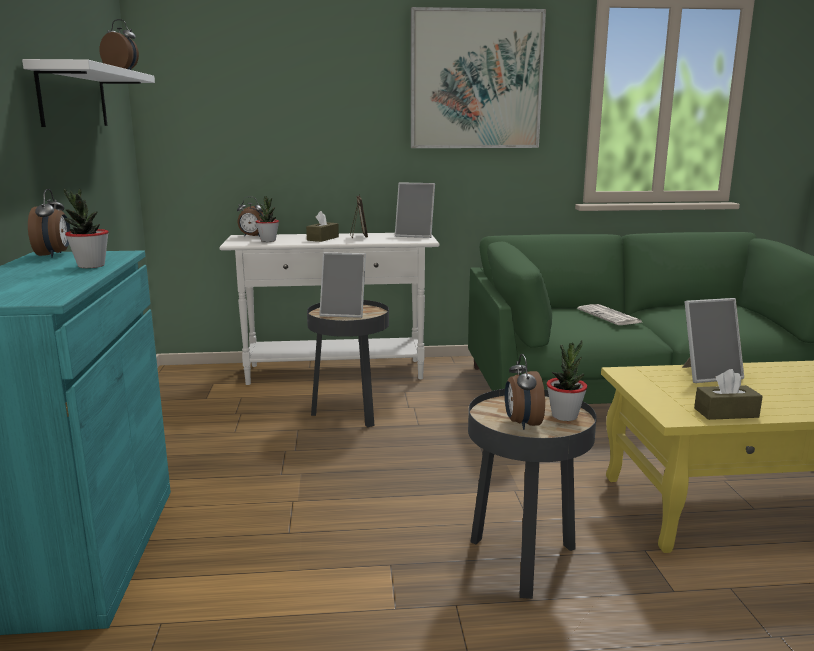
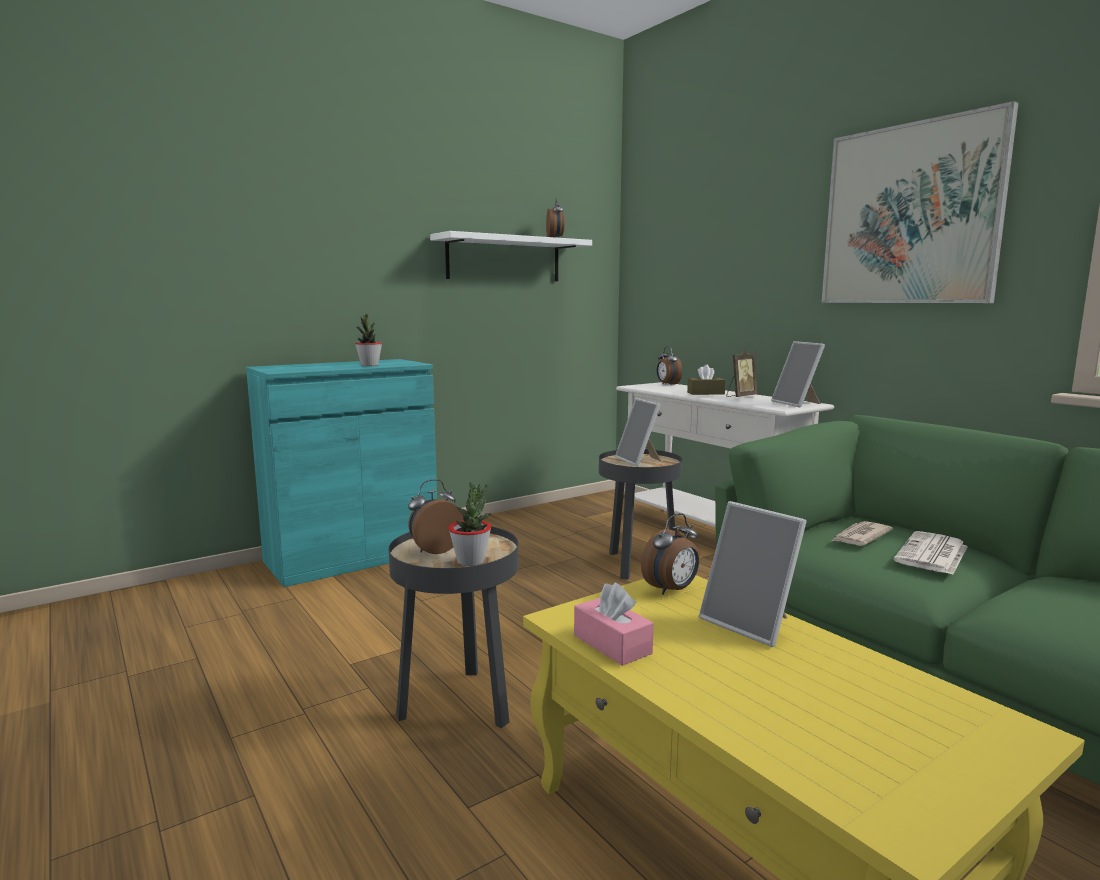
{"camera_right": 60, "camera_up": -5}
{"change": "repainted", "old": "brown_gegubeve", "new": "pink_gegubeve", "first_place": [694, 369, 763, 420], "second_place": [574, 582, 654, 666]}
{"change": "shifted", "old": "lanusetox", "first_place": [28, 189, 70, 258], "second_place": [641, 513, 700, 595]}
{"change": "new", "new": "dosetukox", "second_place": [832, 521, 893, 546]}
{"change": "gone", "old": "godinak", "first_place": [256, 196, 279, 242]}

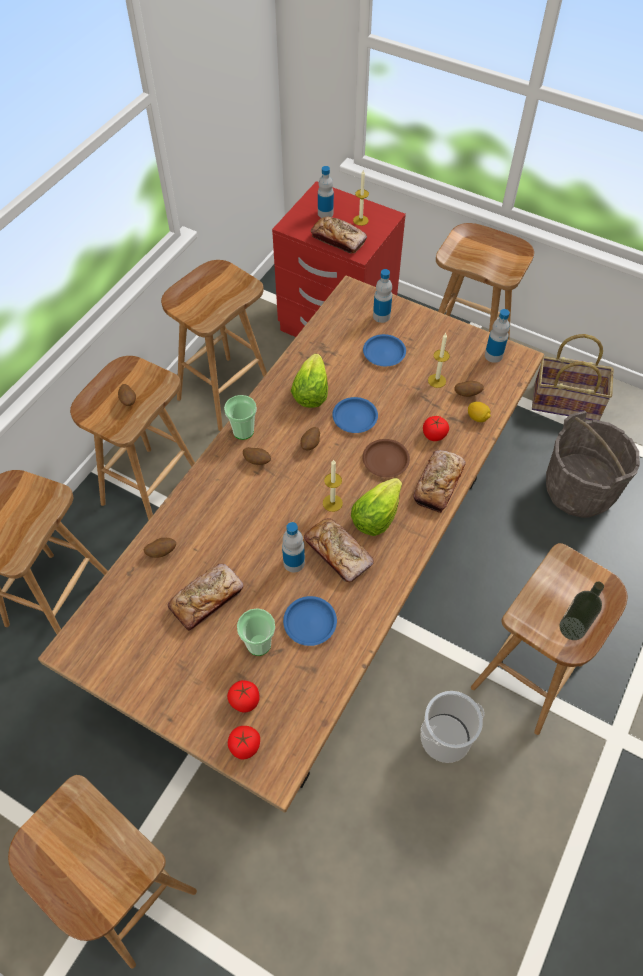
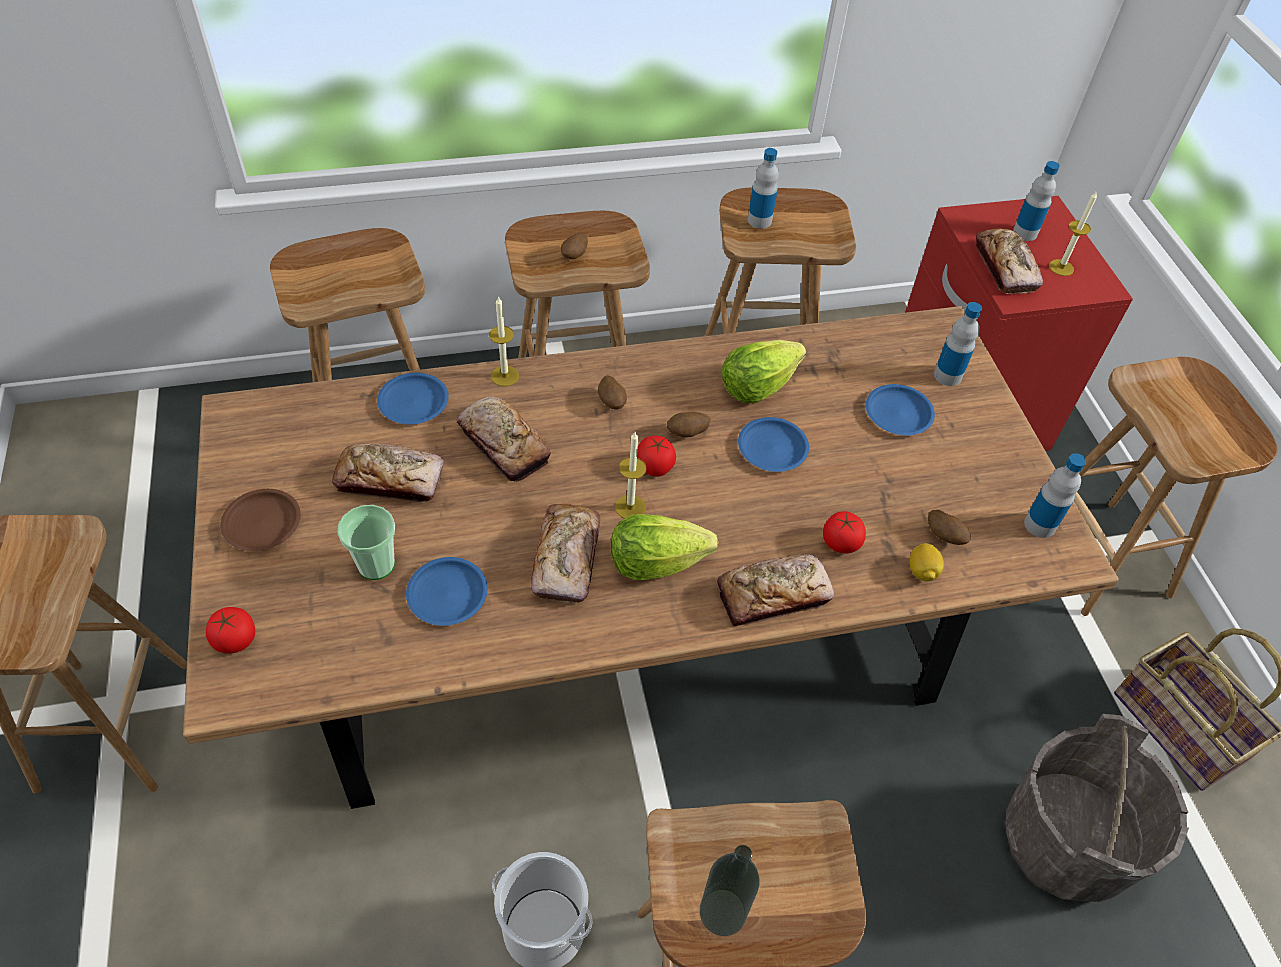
{"camera_right": 45, "camera_up": -5}
{"change": "shifted", "old": "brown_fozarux", "first_place": [362, 439, 410, 478], "second_place": [220, 489, 301, 551]}
{"change": "swapped", "old": "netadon", "new": "blue_fozarux", "first_place": [144, 538, 176, 558], "second_place": [377, 373, 449, 424]}
{"change": "new", "new": "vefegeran", "second_place": [457, 397, 551, 482]}
{"change": "shifted", "old": "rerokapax", "first_place": [428, 333, 450, 388], "second_place": [489, 296, 519, 386]}
{"change": "shifted", "old": "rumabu", "first_place": [227, 680, 260, 713], "second_place": [637, 436, 676, 477]}
{"change": "shifted", "old": "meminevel", "first_place": [282, 522, 305, 573], "second_place": [748, 148, 779, 228]}
{"change": "gone", "old": "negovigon", "first_place": [224, 395, 257, 440]}

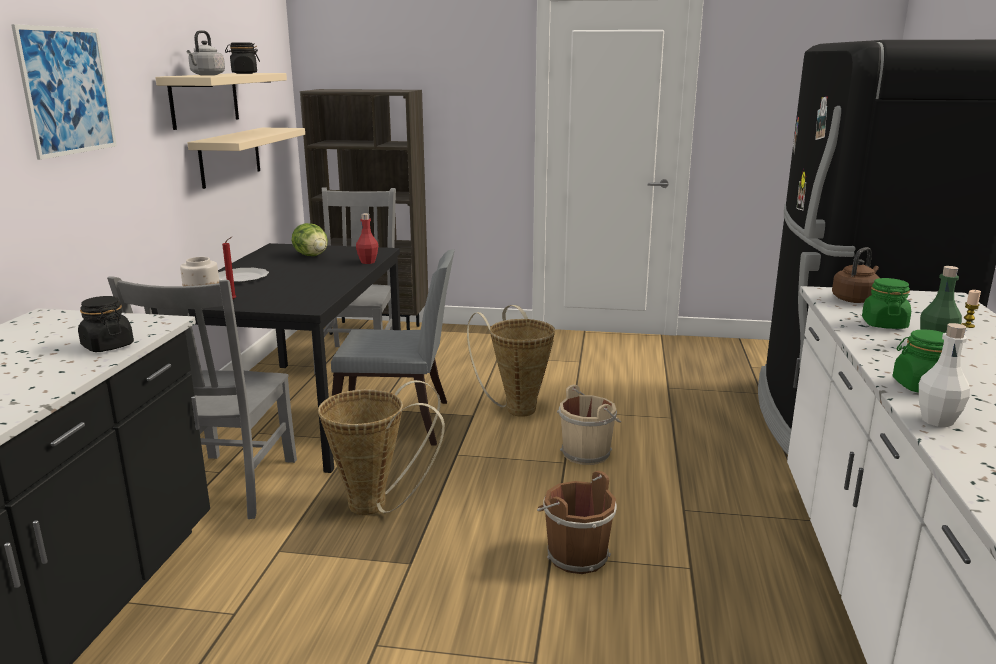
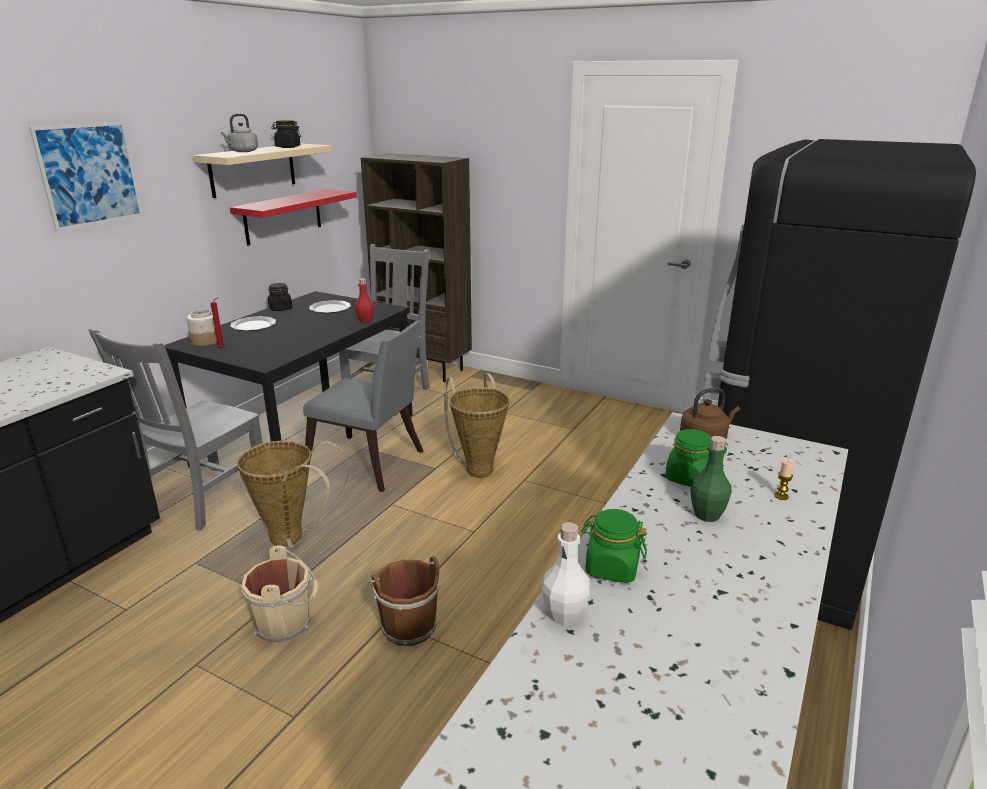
{"camera_right": 20, "camera_up": 5}
{"change": "repainted", "old": "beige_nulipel", "new": "red_nulipel", "first_place": [187, 128, 305, 189], "second_place": [230, 189, 357, 245]}
{"change": "shifted", "old": "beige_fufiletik", "first_place": [557, 385, 621, 465], "second_place": [241, 545, 318, 644]}
{"change": "shifted", "old": "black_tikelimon", "first_place": [78, 296, 134, 352], "second_place": [268, 283, 292, 311]}
{"change": "swapped", "old": "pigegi", "new": "fozarux", "first_place": [291, 223, 328, 256], "second_place": [309, 300, 351, 314]}

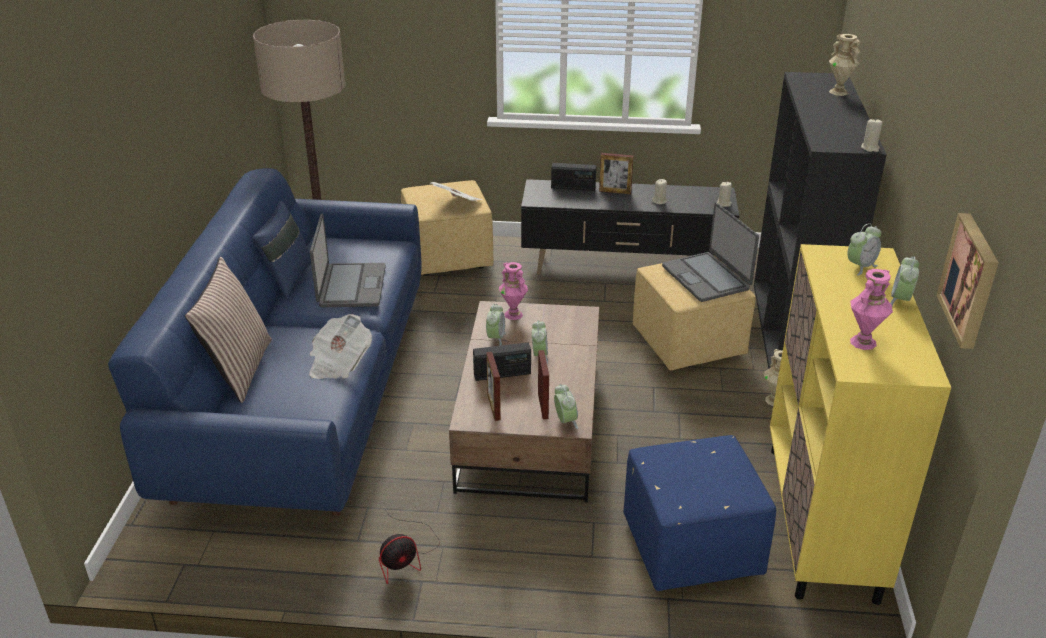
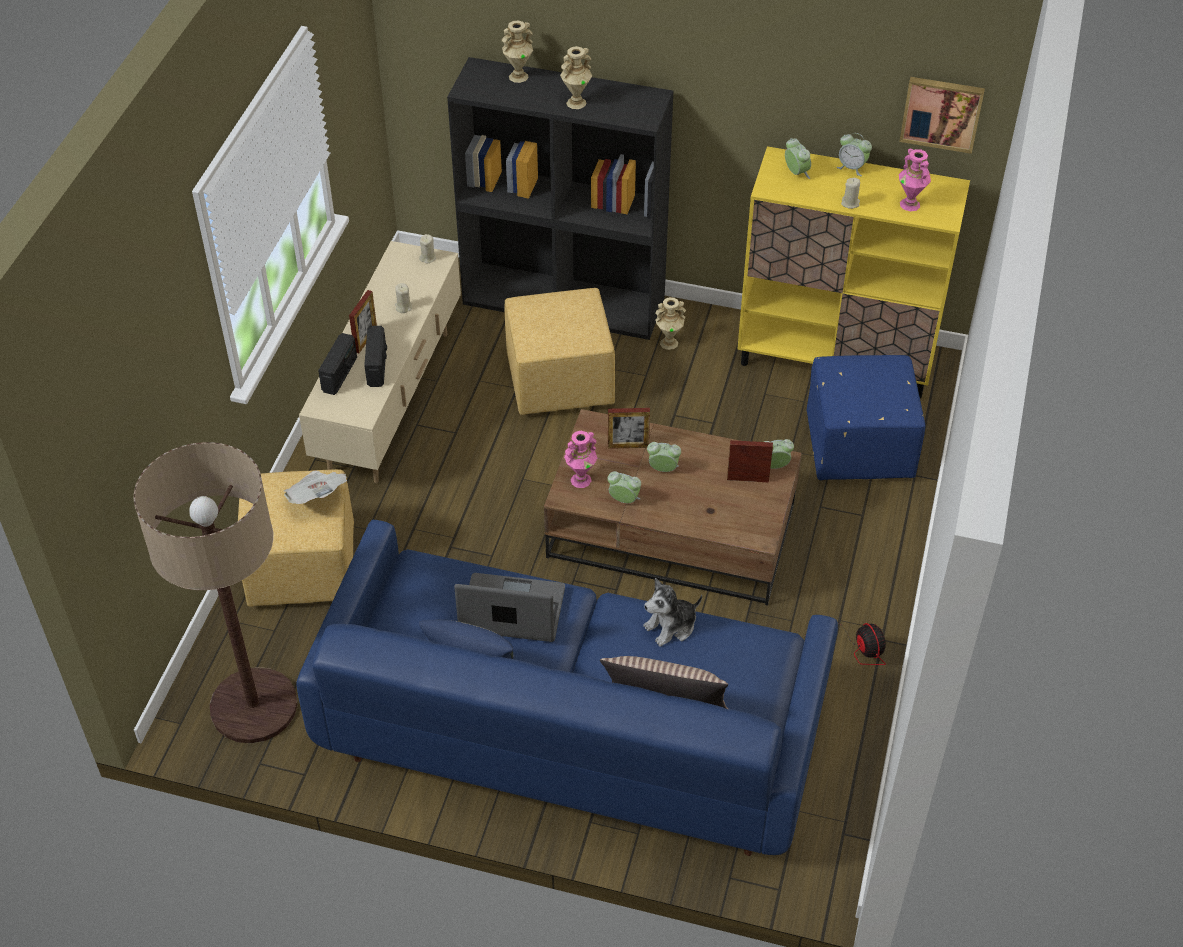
{"camera_right": -80, "camera_up": 15}
{"change": "repainted", "old": "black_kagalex", "new": "beige_kagalex", "first_place": [521, 179, 739, 275], "second_place": [299, 241, 461, 483]}
{"change": "shifted", "old": "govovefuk", "first_place": [473, 343, 531, 381], "second_place": [364, 326, 387, 387]}
{"change": "new", "new": "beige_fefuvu", "second_place": [560, 46, 592, 109]}
{"change": "shifted", "old": "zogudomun", "first_place": [486, 352, 501, 421], "second_place": [608, 408, 650, 449]}
{"change": "swapped", "old": "dosetukox", "new": "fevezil", "first_place": [309, 314, 372, 379], "second_place": [643, 578, 702, 647]}
{"change": "shifted", "old": "beige_rerokapax", "first_place": [861, 119, 883, 152], "second_place": [841, 178, 860, 209]}
{"change": "gone", "old": "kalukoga", "first_place": [662, 203, 759, 302]}

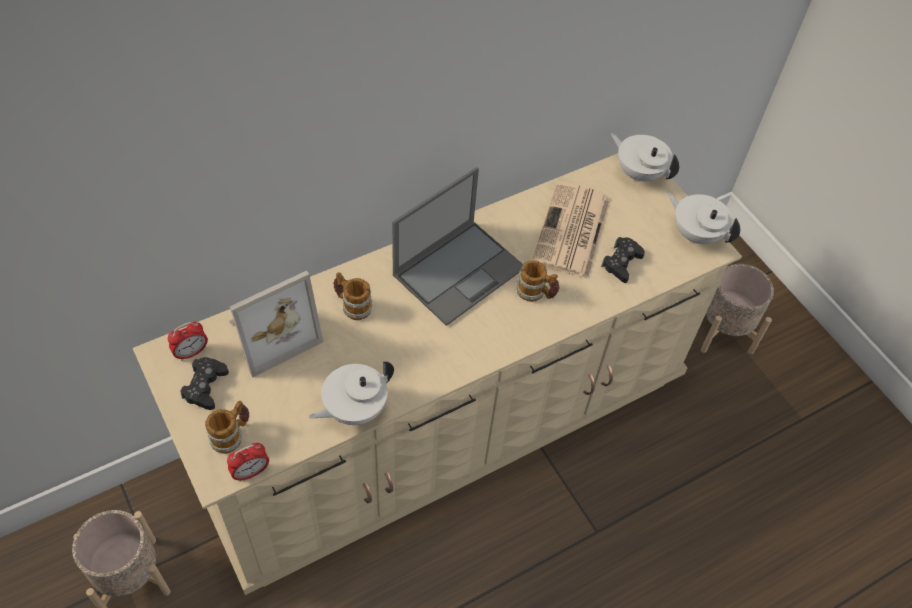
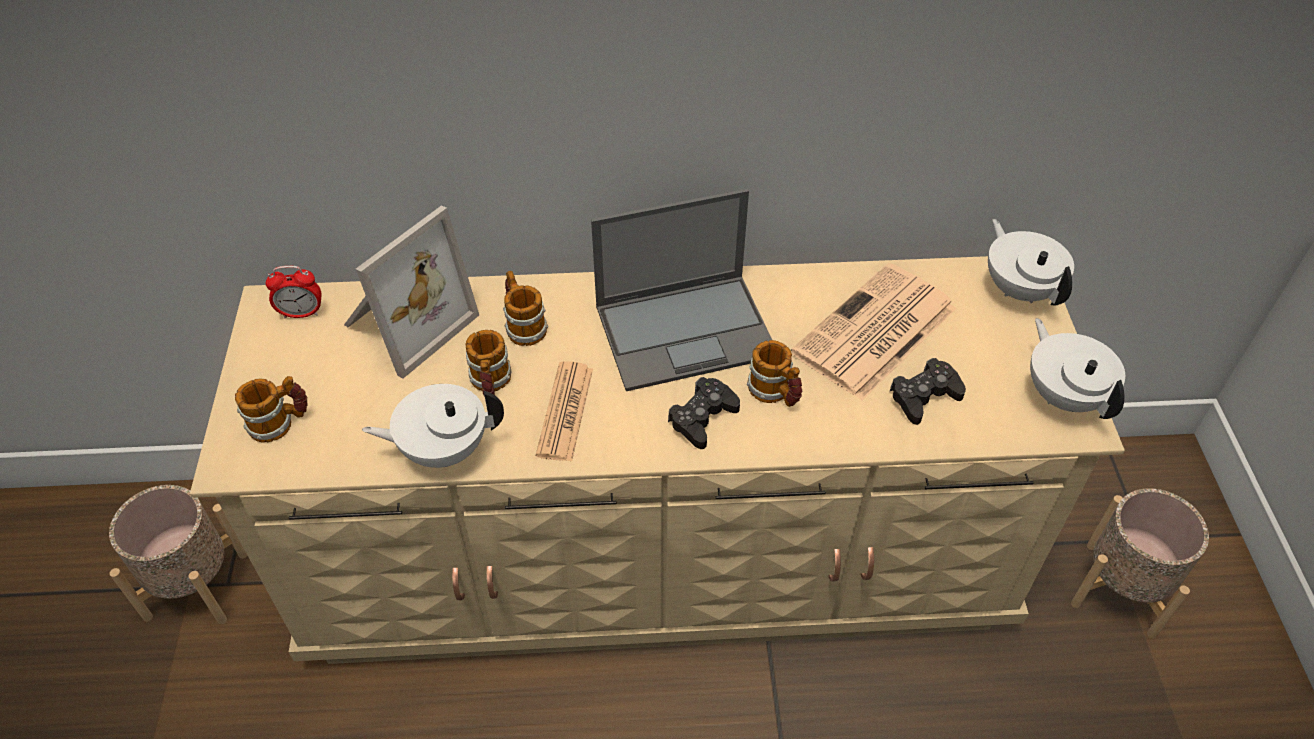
{"camera_right": 30, "camera_up": -5}
{"change": "rotated", "old": "zogudomun", "first_place": [229, 271, 323, 377], "second_place": [344, 205, 479, 379], "degrees": -45}
{"change": "new", "new": "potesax", "second_place": [466, 330, 511, 397]}
{"change": "new", "new": "dosetukox", "second_place": [536, 361, 593, 462]}
{"change": "shifted", "old": "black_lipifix", "first_place": [180, 357, 229, 410], "second_place": [668, 377, 740, 449]}
{"change": "gone", "old": "lanusetox", "first_place": [227, 443, 269, 482]}

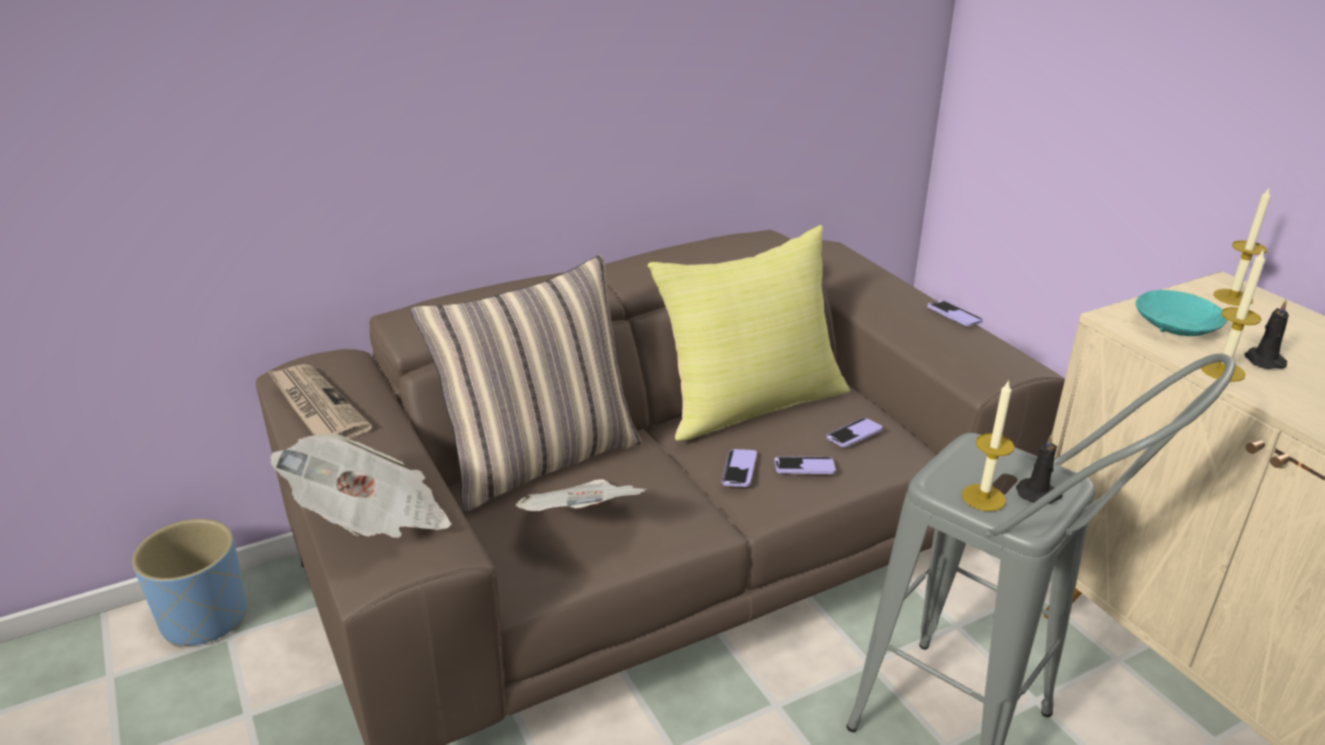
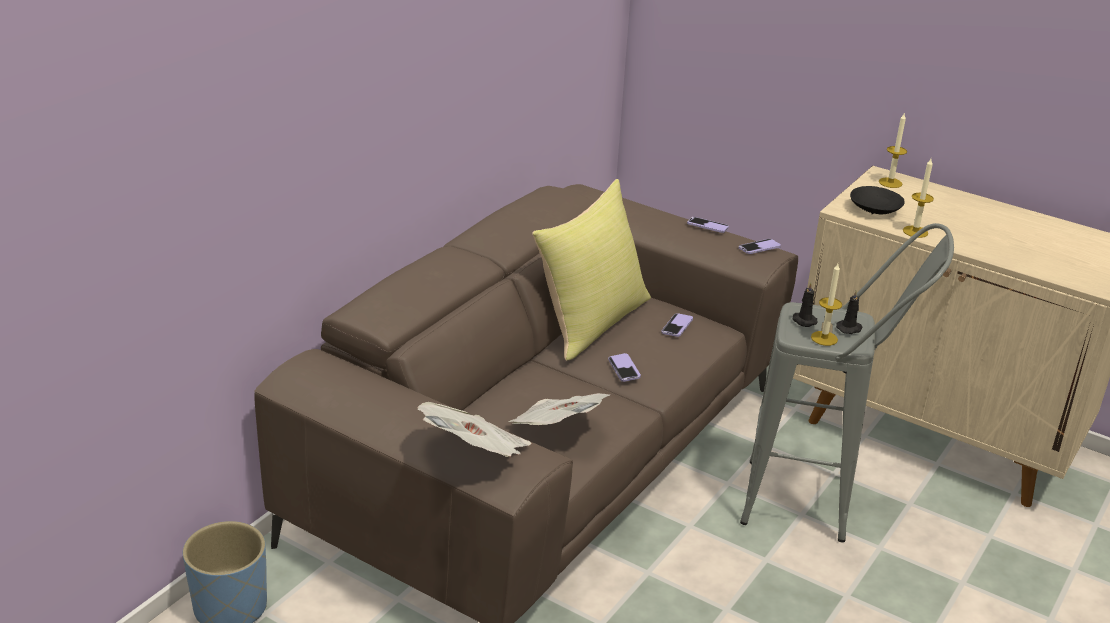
{"camera_right": -30, "camera_up": 0}
{"change": "shifted", "old": "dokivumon", "first_place": [774, 456, 836, 474], "second_place": [739, 239, 781, 254]}
{"change": "shifted", "old": "black_rerokapax", "first_place": [1244, 300, 1289, 369], "second_place": [792, 283, 818, 327]}
{"change": "repainted", "old": "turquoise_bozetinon", "new": "black_bozetinon", "first_place": [1135, 290, 1227, 336], "second_place": [850, 186, 904, 215]}
{"change": "gone", "old": "dosetukox", "first_place": [268, 364, 372, 438]}
{"change": "gone", "old": "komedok", "first_place": [411, 255, 642, 512]}

